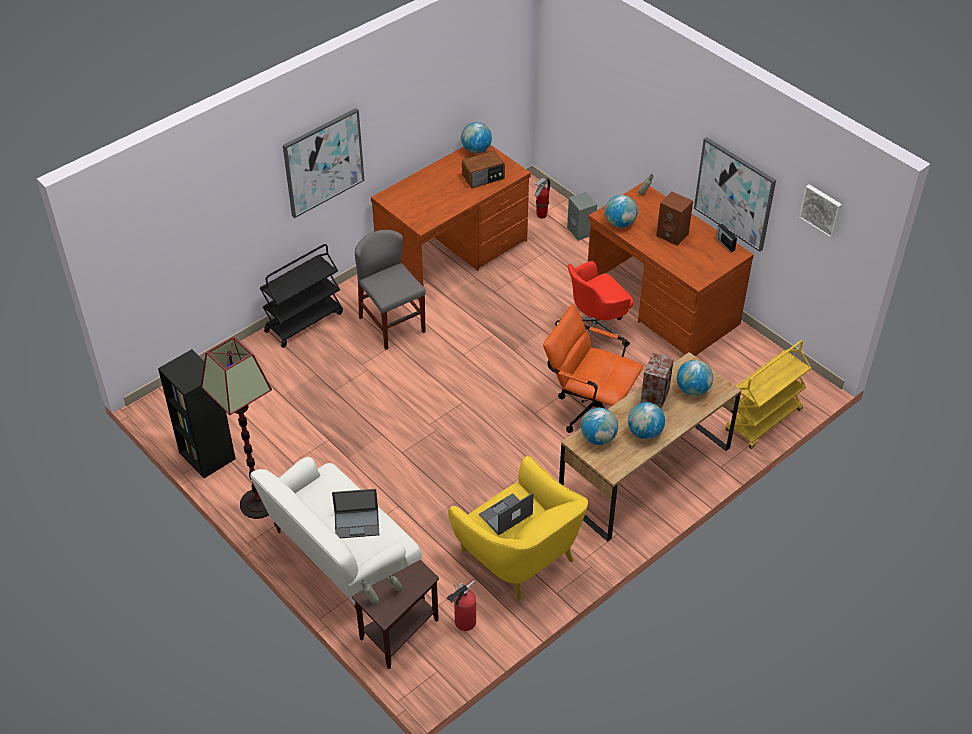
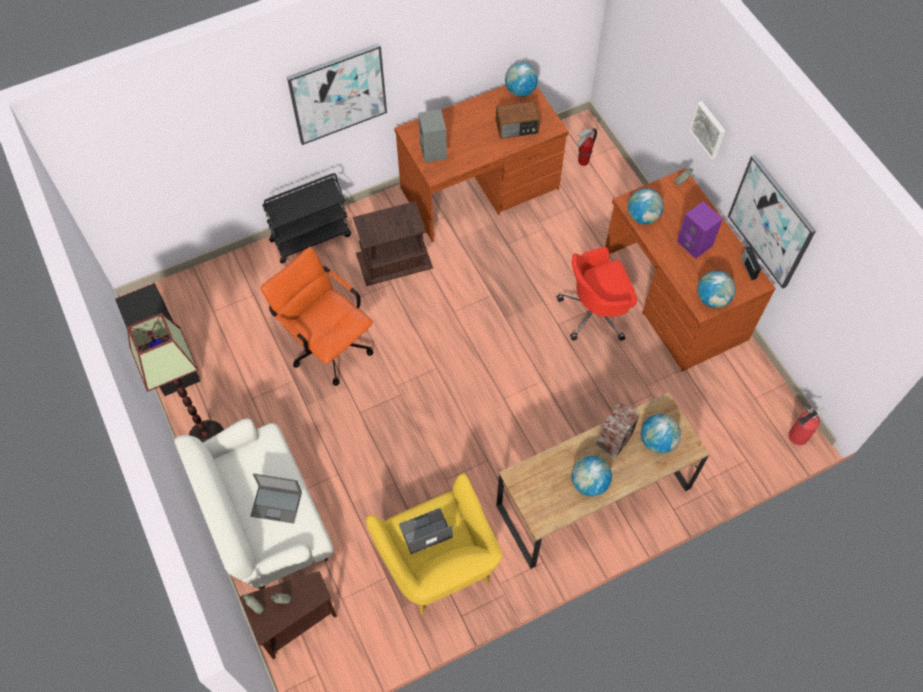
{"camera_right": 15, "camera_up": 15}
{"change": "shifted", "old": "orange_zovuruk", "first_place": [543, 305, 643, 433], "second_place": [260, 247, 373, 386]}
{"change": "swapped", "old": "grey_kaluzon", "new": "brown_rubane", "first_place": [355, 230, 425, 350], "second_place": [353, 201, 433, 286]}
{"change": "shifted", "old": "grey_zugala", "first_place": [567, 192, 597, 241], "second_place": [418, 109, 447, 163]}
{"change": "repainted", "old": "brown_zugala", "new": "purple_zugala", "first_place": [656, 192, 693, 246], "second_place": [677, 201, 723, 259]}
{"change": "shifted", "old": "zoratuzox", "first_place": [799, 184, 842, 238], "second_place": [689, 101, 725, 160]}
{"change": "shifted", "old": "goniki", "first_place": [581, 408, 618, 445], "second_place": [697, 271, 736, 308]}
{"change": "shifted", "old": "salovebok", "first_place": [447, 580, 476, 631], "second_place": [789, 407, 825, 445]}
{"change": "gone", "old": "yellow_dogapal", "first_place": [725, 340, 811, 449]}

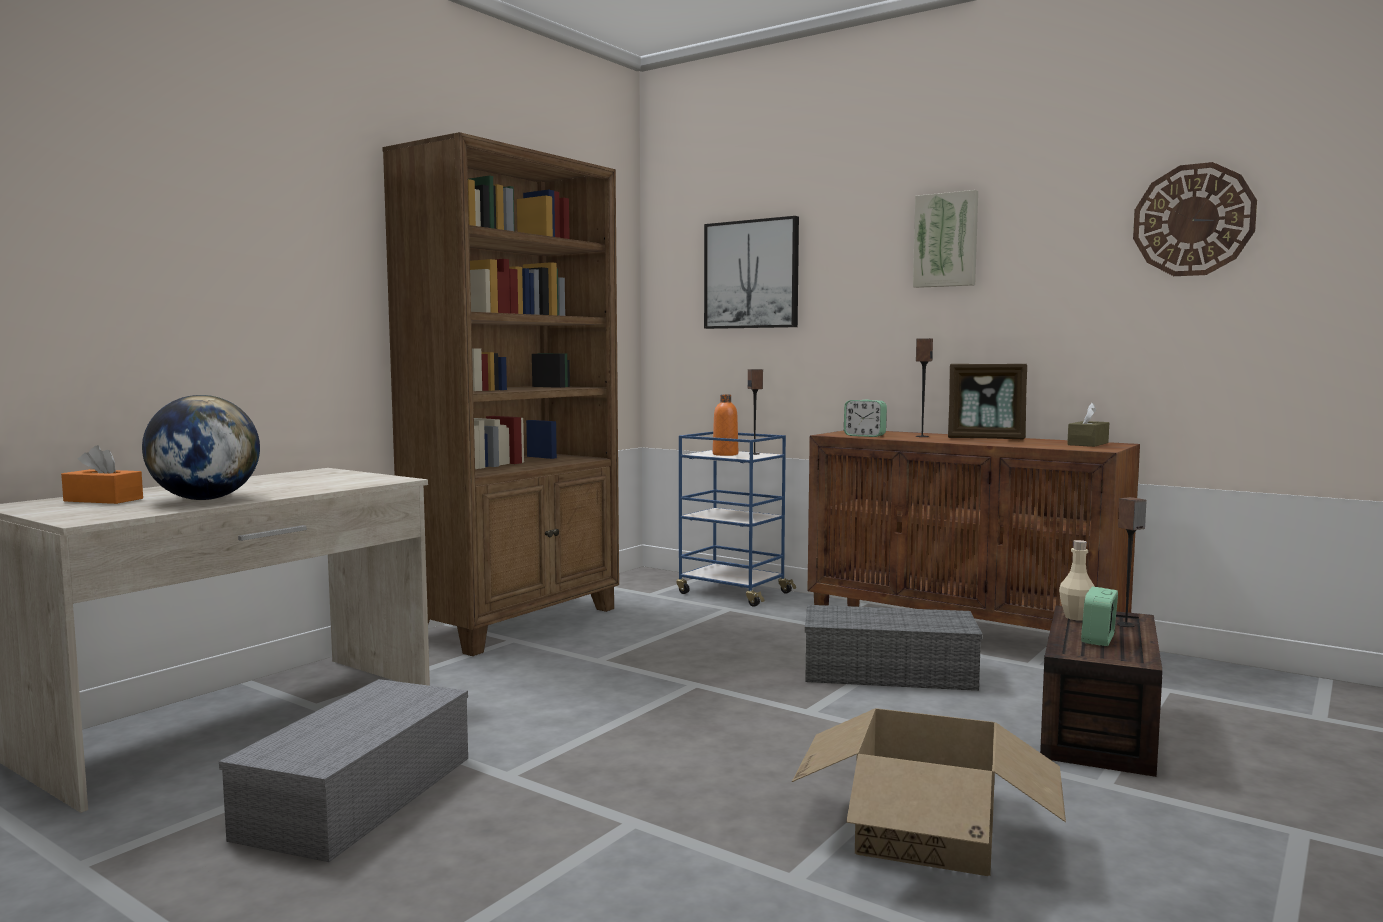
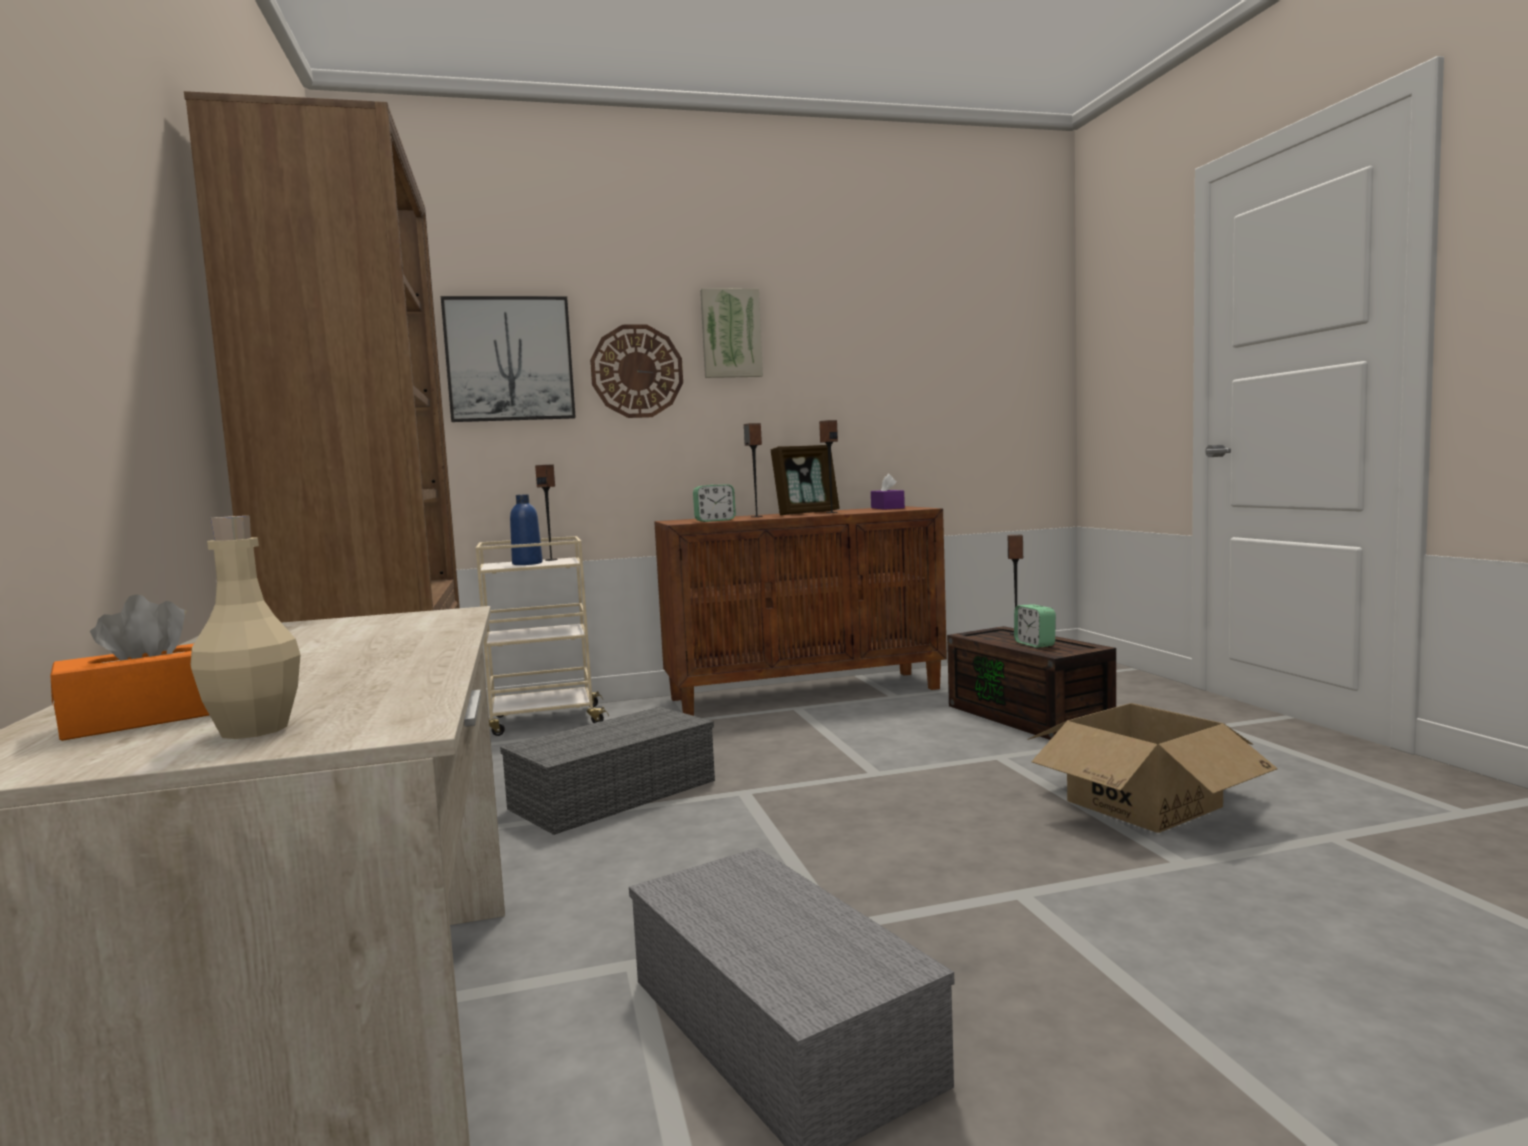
{"camera_right": -50, "camera_up": 0}
{"change": "shifted", "old": "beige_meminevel", "first_place": [1059, 540, 1095, 621], "second_place": [191, 516, 300, 739]}
{"change": "repainted", "old": "blue_dogapal", "new": "beige_dogapal", "first_place": [676, 432, 796, 607], "second_place": [476, 536, 609, 736]}
{"change": "shifted", "old": "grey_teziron", "first_place": [805, 605, 983, 691], "second_place": [500, 707, 715, 835]}
{"change": "repainted", "old": "orange_meminevel", "new": "blue_meminevel", "first_place": [713, 394, 738, 456], "second_place": [510, 494, 543, 565]}
{"change": "shifted", "old": "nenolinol", "first_place": [1133, 162, 1257, 276], "second_place": [590, 325, 683, 418]}
{"change": "new", "new": "zugala", "second_place": [819, 420, 838, 513]}
{"change": "repainted", "old": "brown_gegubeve", "new": "purple_gegubeve", "first_place": [1067, 403, 1109, 447], "second_place": [871, 474, 905, 510]}
{"change": "gone", "old": "goniki", "first_place": [142, 395, 260, 500]}

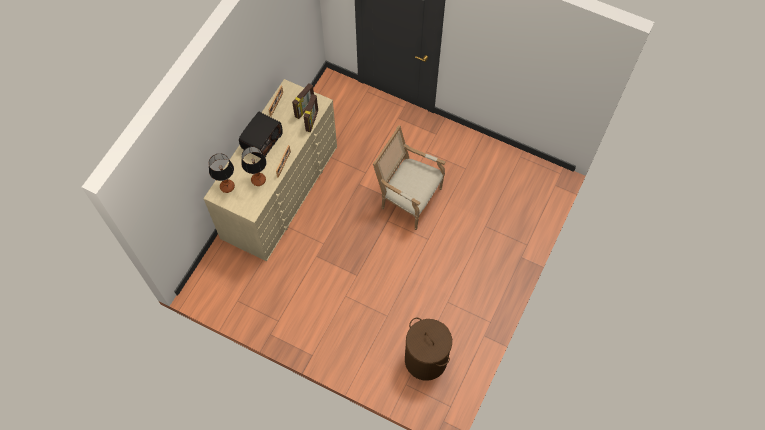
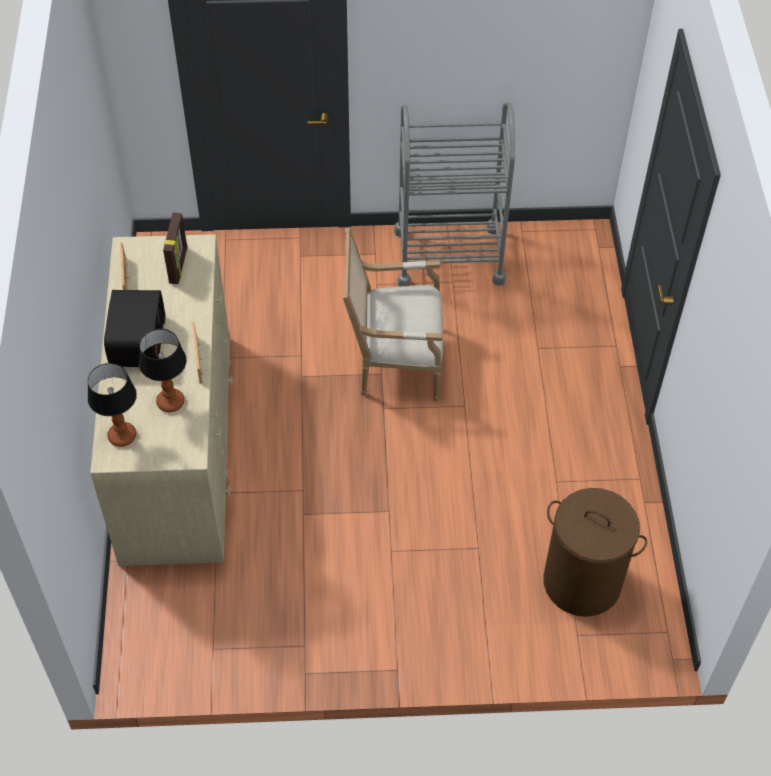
{"camera_right": -30, "camera_up": -10}
{"change": "new", "new": "grey_dogapal", "second_place": [394, 102, 515, 287]}
{"change": "gone", "old": "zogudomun", "first_place": [304, 94, 318, 132]}

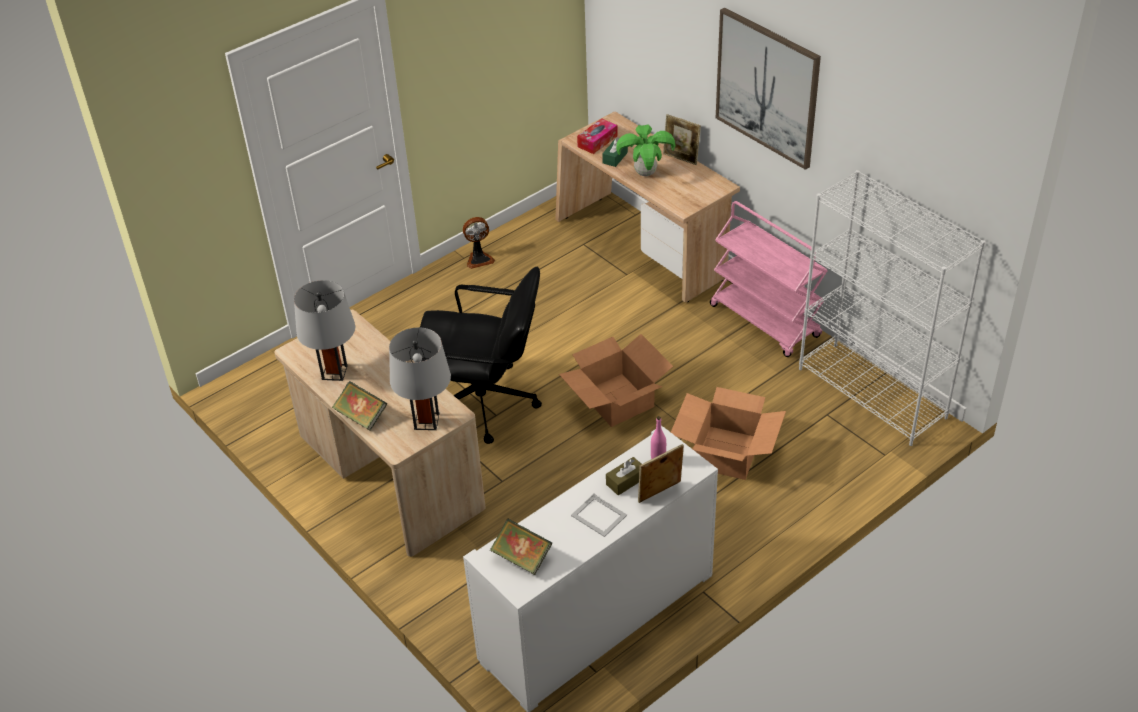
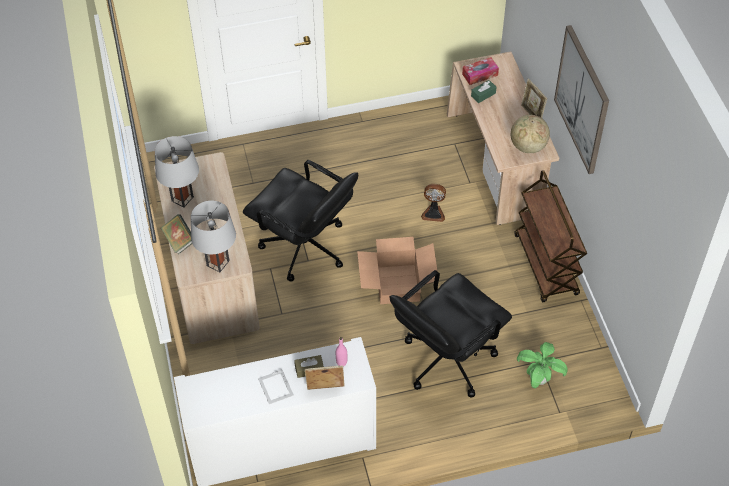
{"camera_right": 25, "camera_up": 10}
{"change": "swapped", "old": "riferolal", "new": "black_zovuruk", "first_place": [671, 387, 786, 480], "second_place": [390, 270, 512, 398]}
{"change": "shifted", "old": "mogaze", "first_place": [463, 217, 495, 269], "second_place": [421, 184, 446, 222]}
{"change": "new", "new": "goniki", "second_place": [511, 115, 550, 153]}
{"change": "repainted", "old": "pink_dogapal", "new": "brown_dogapal", "first_place": [710, 201, 828, 357], "second_place": [514, 170, 587, 302]}
{"change": "shifted", "old": "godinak", "first_place": [616, 124, 676, 176], "second_place": [517, 342, 568, 389]}
{"change": "gone", "old": "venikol", "first_place": [490, 519, 552, 575]}
{"change": "gone", "old": "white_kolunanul", "first_place": [799, 170, 985, 446]}

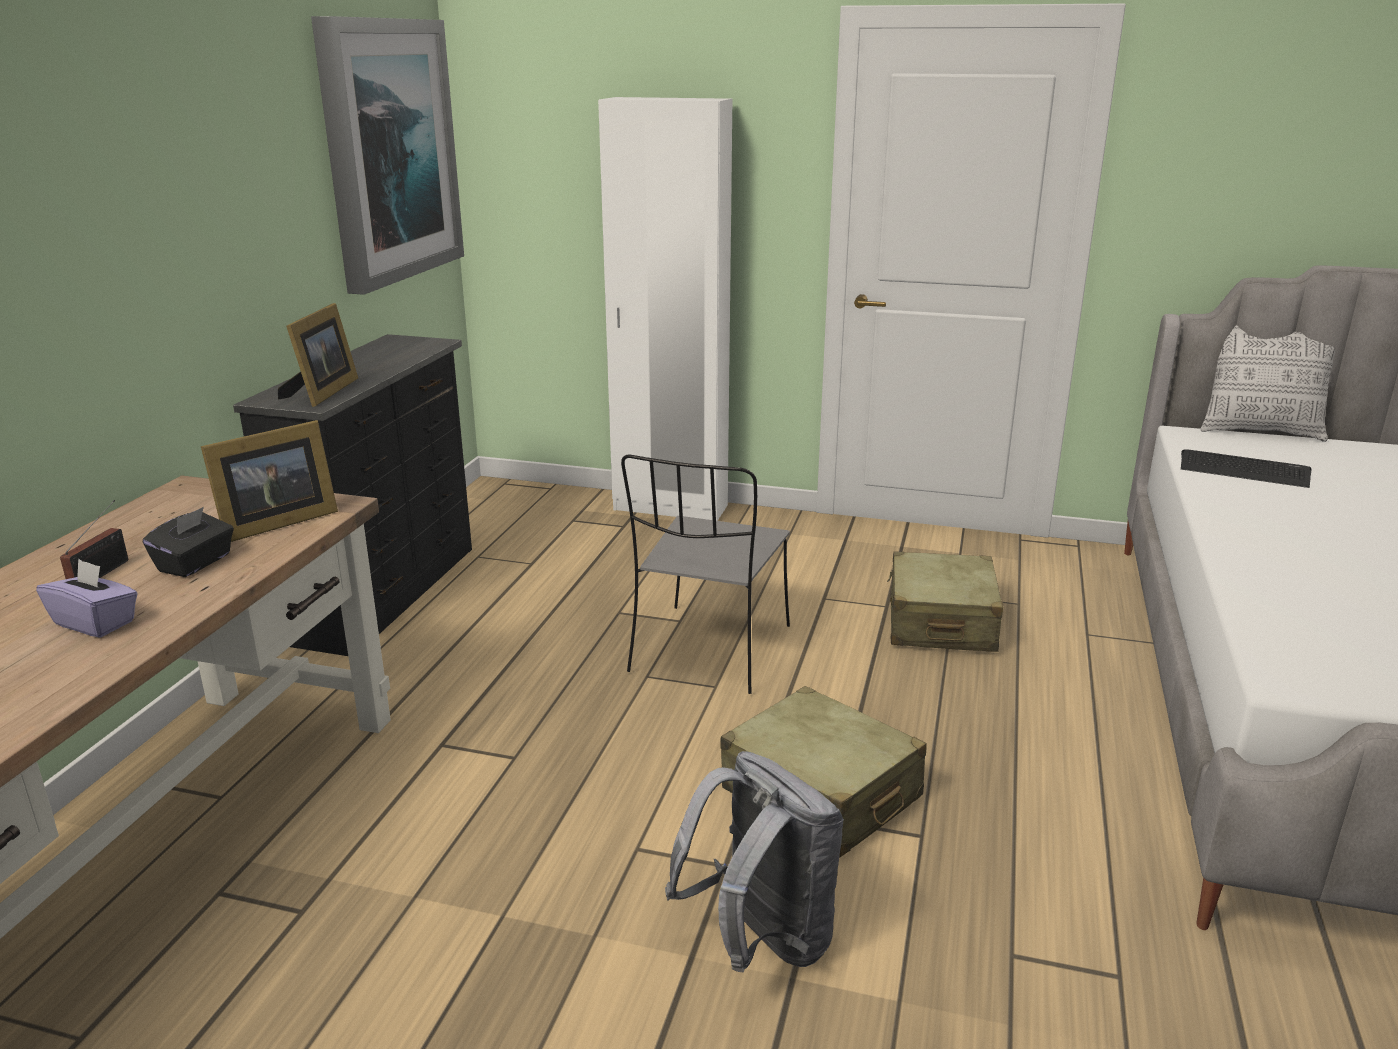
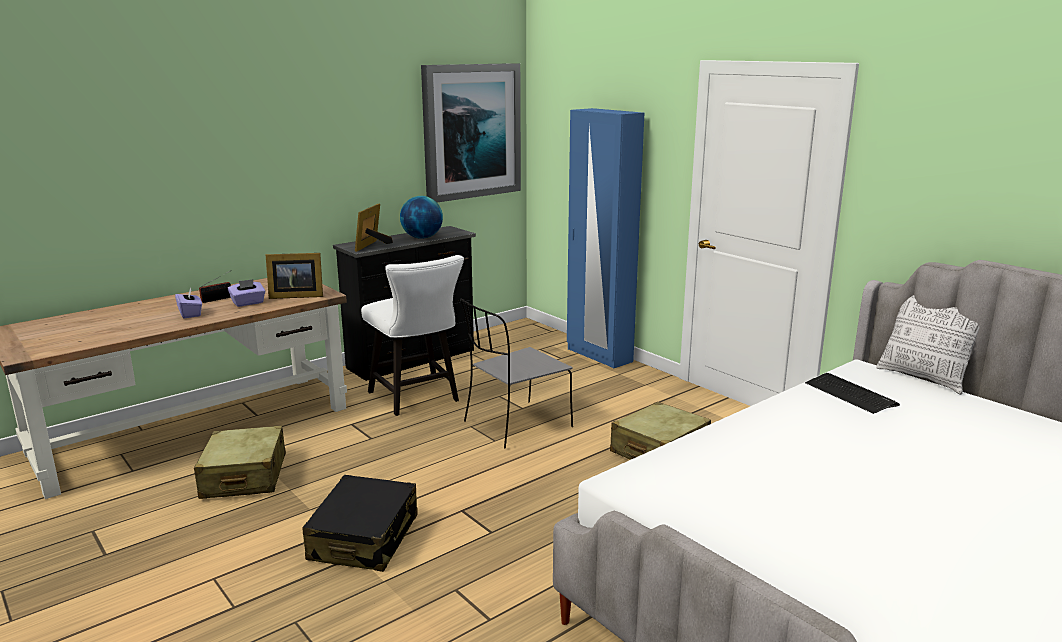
{"camera_right": 35, "camera_up": -5}
{"change": "shifted", "old": "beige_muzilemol", "first_place": [720, 686, 927, 857], "second_place": [194, 425, 286, 499]}
{"change": "repainted", "old": "black_gegubeve", "new": "purple_gegubeve", "first_place": [143, 507, 234, 577], "second_place": [228, 279, 266, 307]}
{"change": "swapped", "old": "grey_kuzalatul", "new": "black_muzilemol", "first_place": [665, 751, 844, 973], "second_place": [302, 475, 418, 572]}
{"change": "rotated", "old": "zogudomun", "first_place": [278, 303, 358, 407], "second_place": [355, 203, 393, 252], "degrees": 150}
{"change": "new", "new": "white_kaluzon", "second_place": [361, 255, 464, 416]}
{"change": "new", "new": "goniki", "second_place": [400, 196, 443, 239]}
{"change": "repainted", "old": "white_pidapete", "new": "blue_pidapete", "first_place": [598, 97, 732, 521], "second_place": [567, 108, 644, 368]}

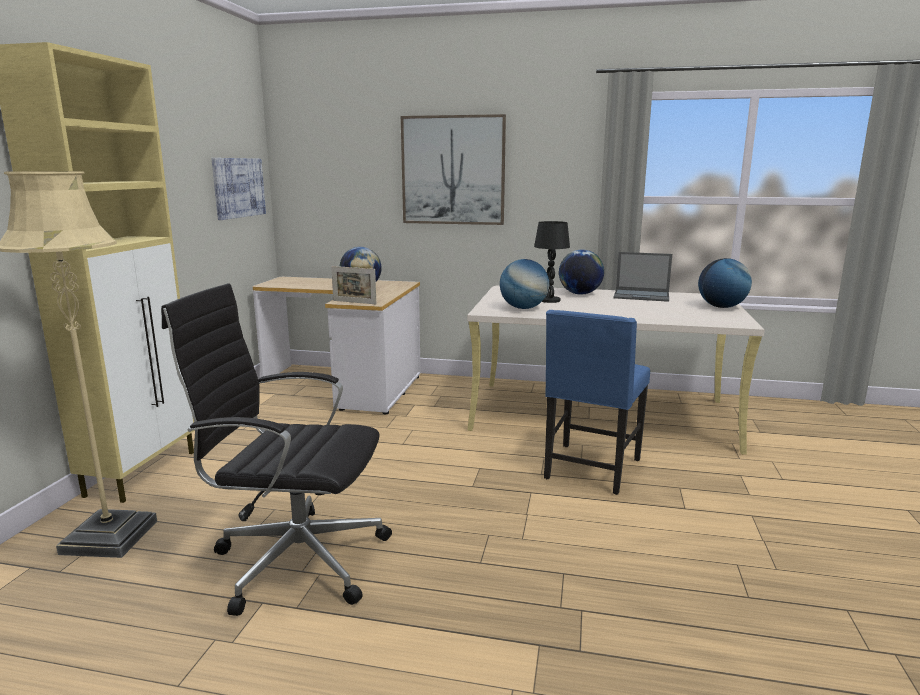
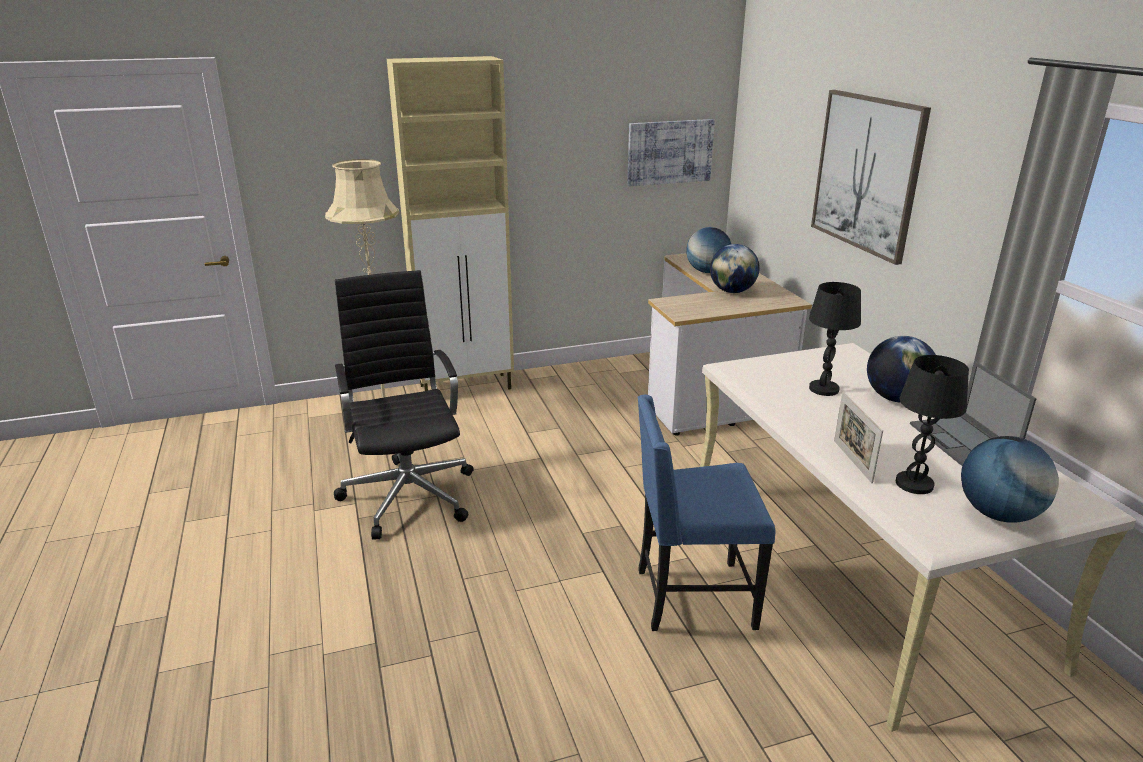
{"camera_right": 60, "camera_up": 10}
{"change": "shifted", "old": "goniki", "first_place": [500, 259, 549, 309], "second_place": [687, 227, 731, 273]}
{"change": "shifted", "old": "zogudomun", "first_place": [331, 266, 376, 304], "second_place": [834, 392, 883, 483]}
{"change": "new", "new": "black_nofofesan", "second_place": [896, 355, 969, 494]}

